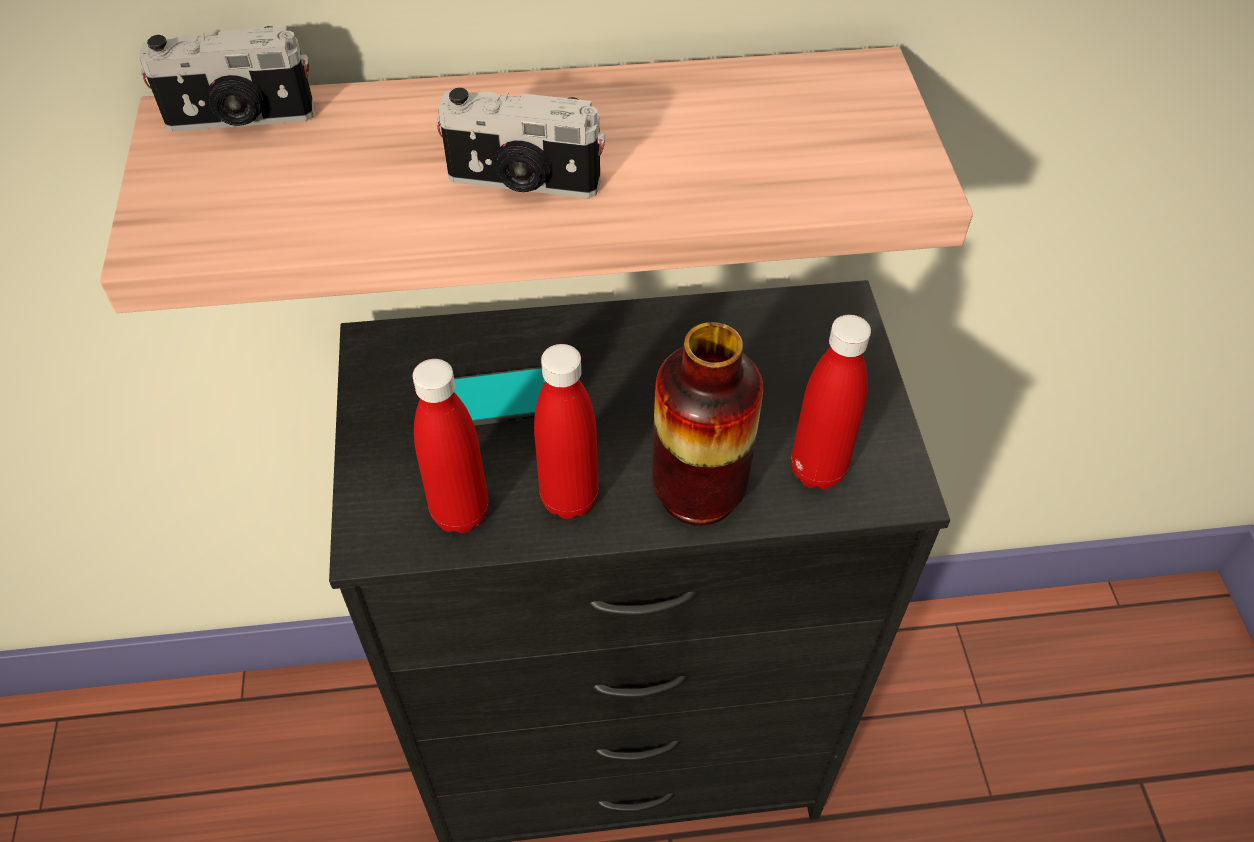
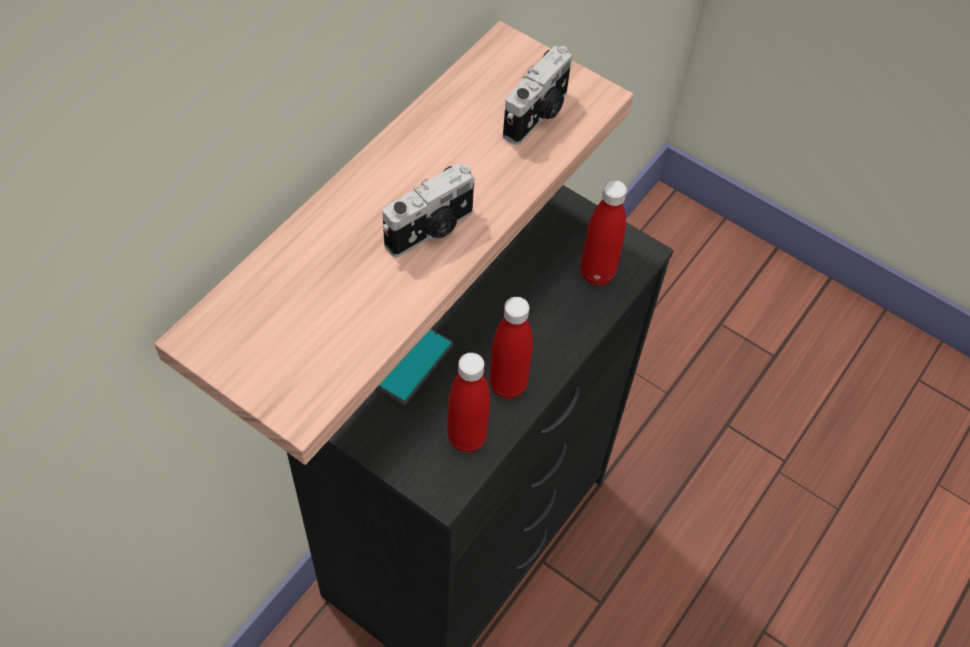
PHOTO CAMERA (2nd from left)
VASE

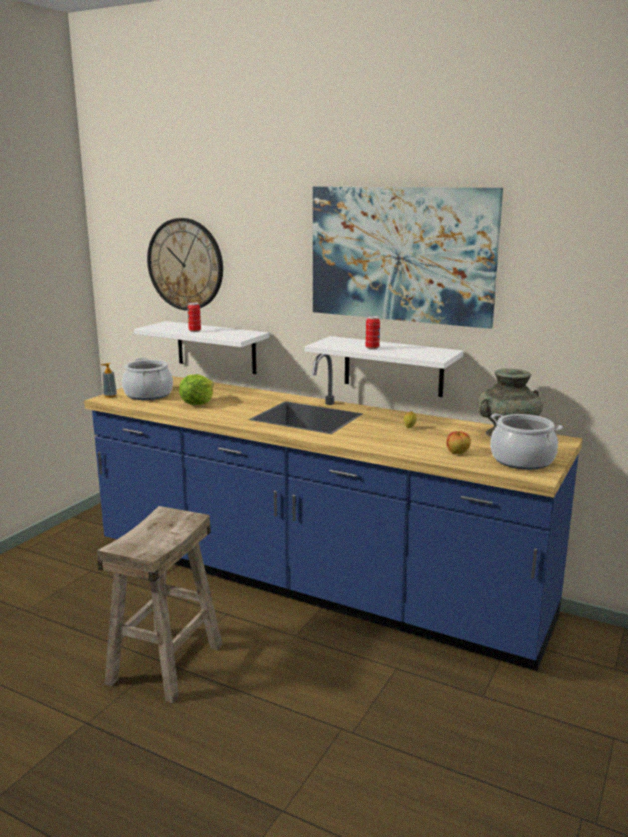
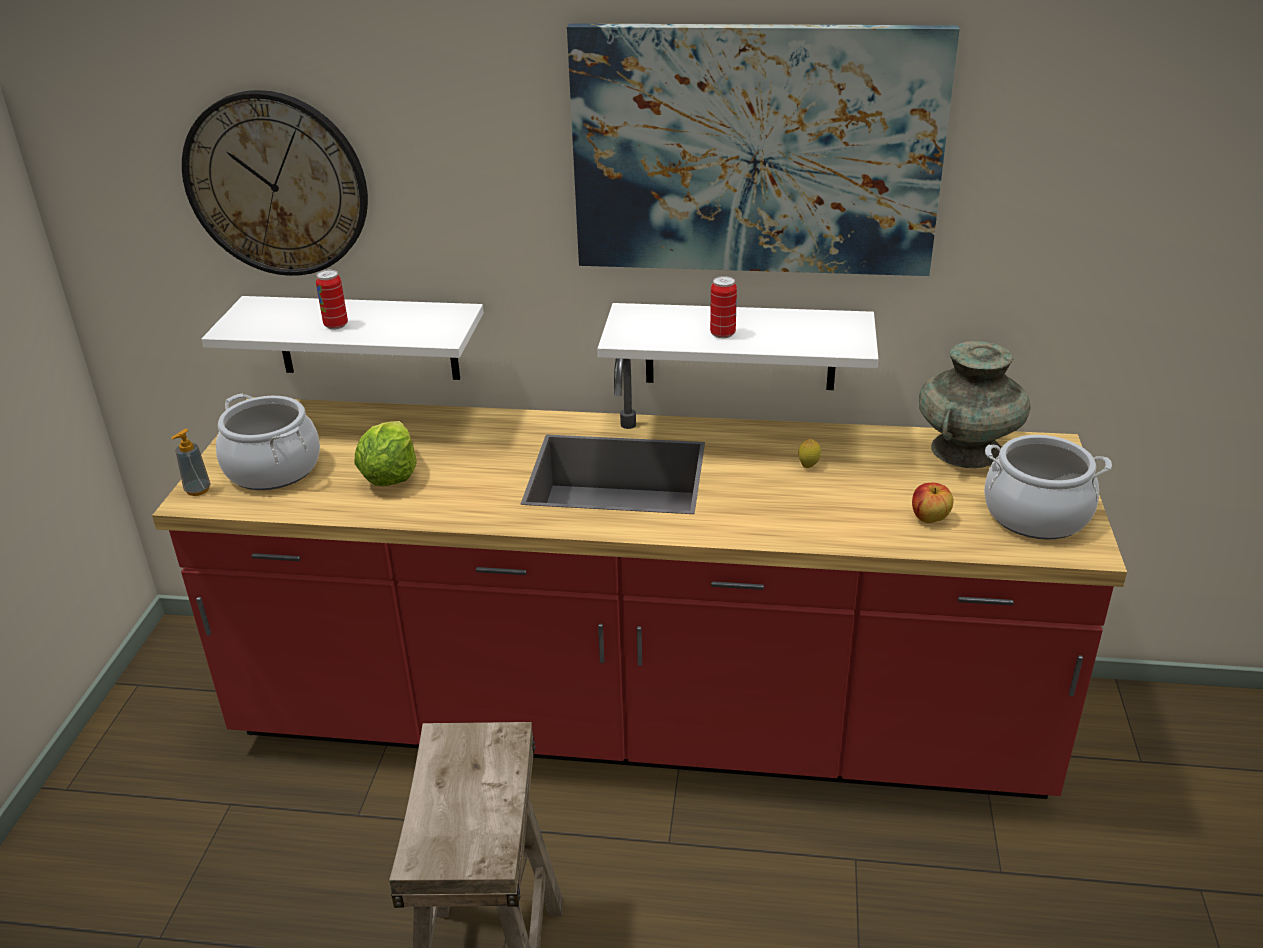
RED COUNTER

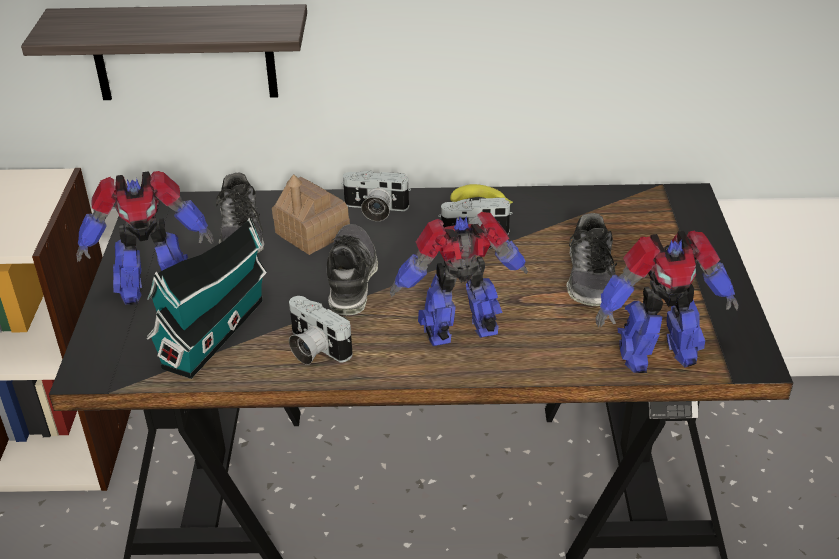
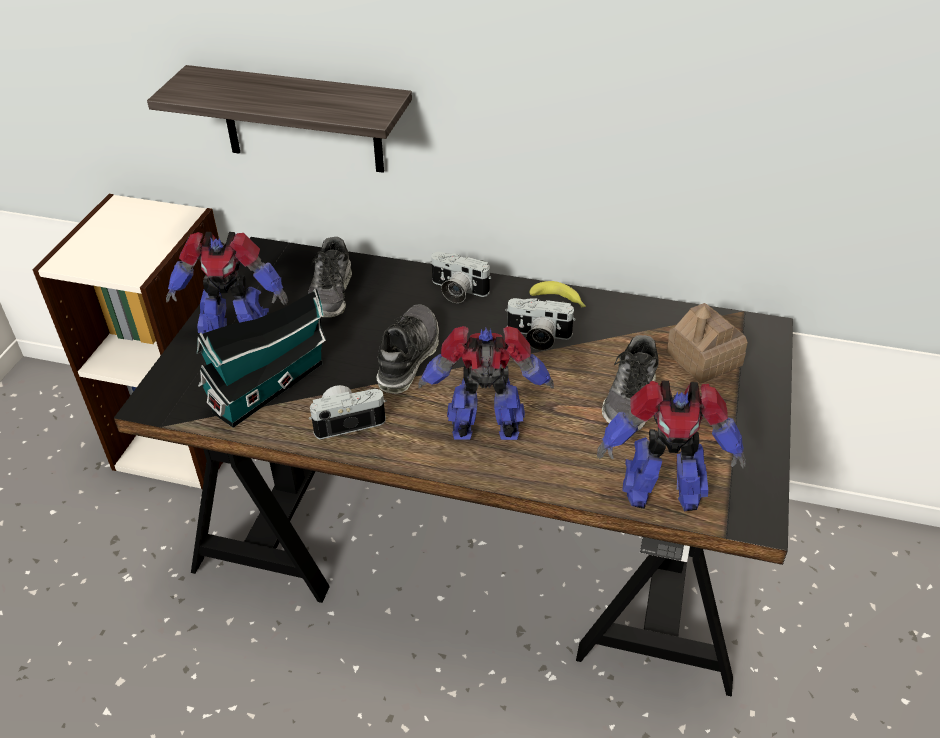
PHOTO CAMERA (1st from left)
MINIATURE HOUSE (2nd from left)

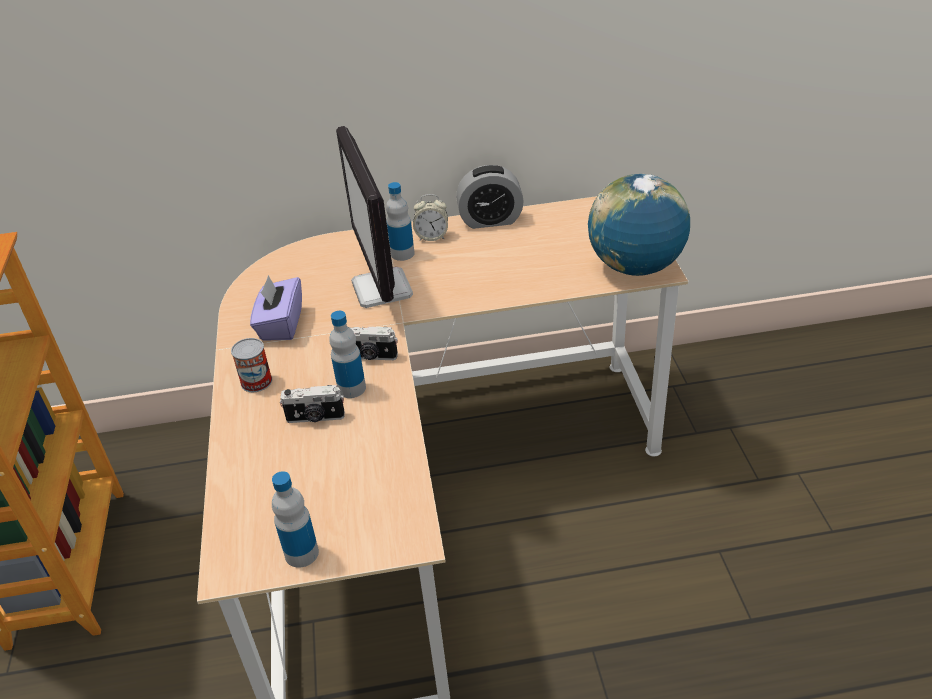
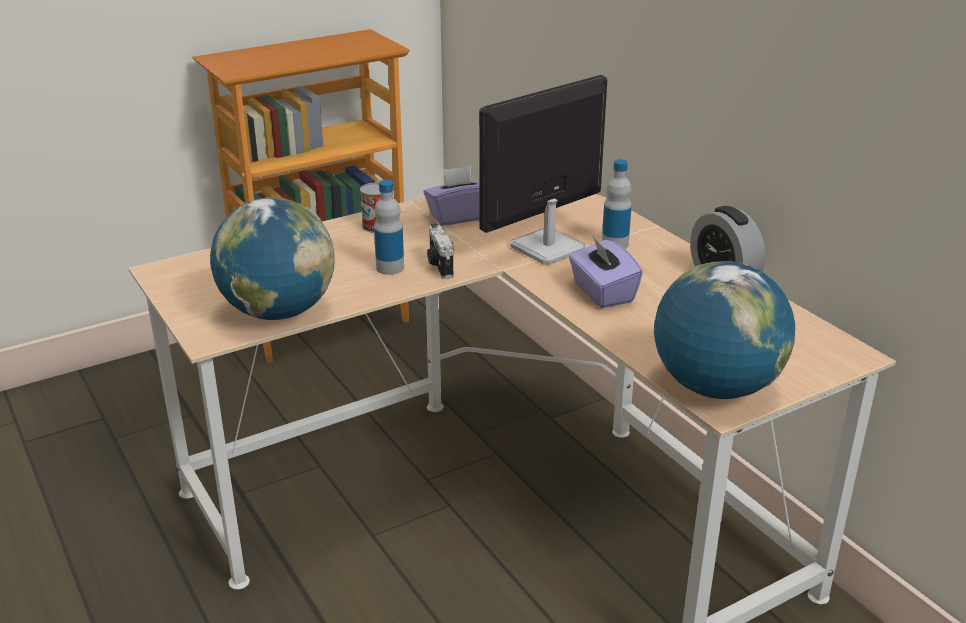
GLOBE (1st from left)
PURPLISH TISSUE HOLDER (2nd from left)
DRINK BOTTLE (1st from left in the first image)
PHOTO CAMERA (1st from left in the first image)
ALARM CLOCK (1st from left in the first image)

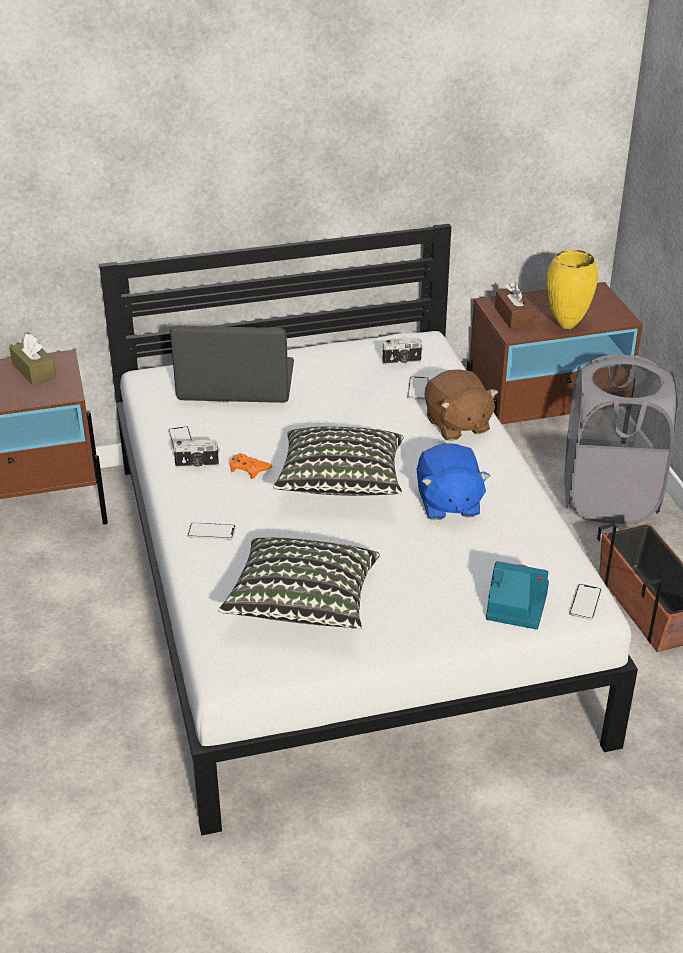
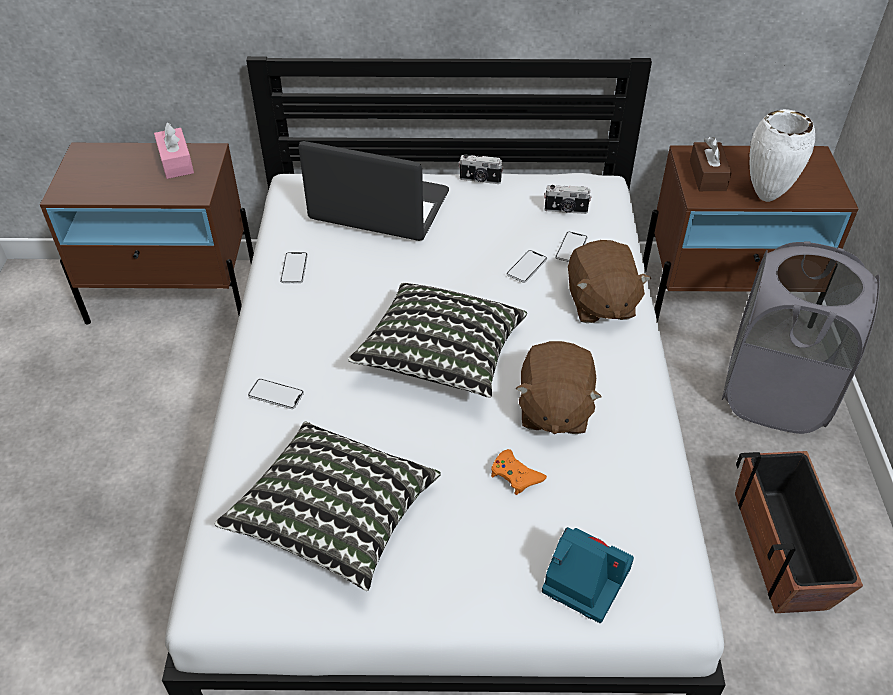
PINK TISSUE HOLDER
PHOTO CAMERA (1st from left)
ORANGEY GAMEPAD
TELEPHONE (3rd from left)
BROWN CUDDLY TOY (1st from left)
WHITISH VASE

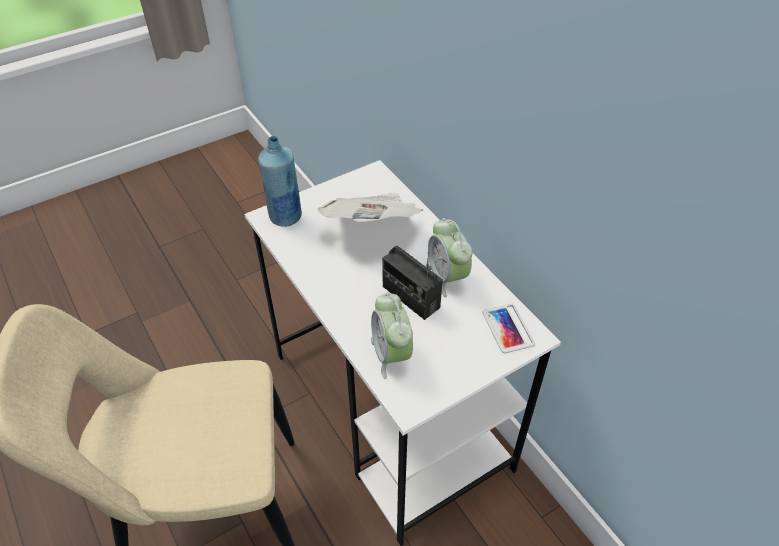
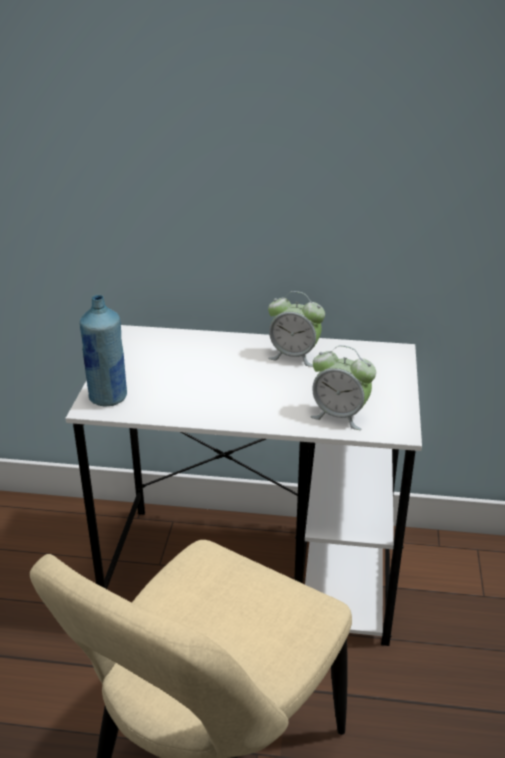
DAILY PAPER
RADIO RECEIVER
TELEPHONE

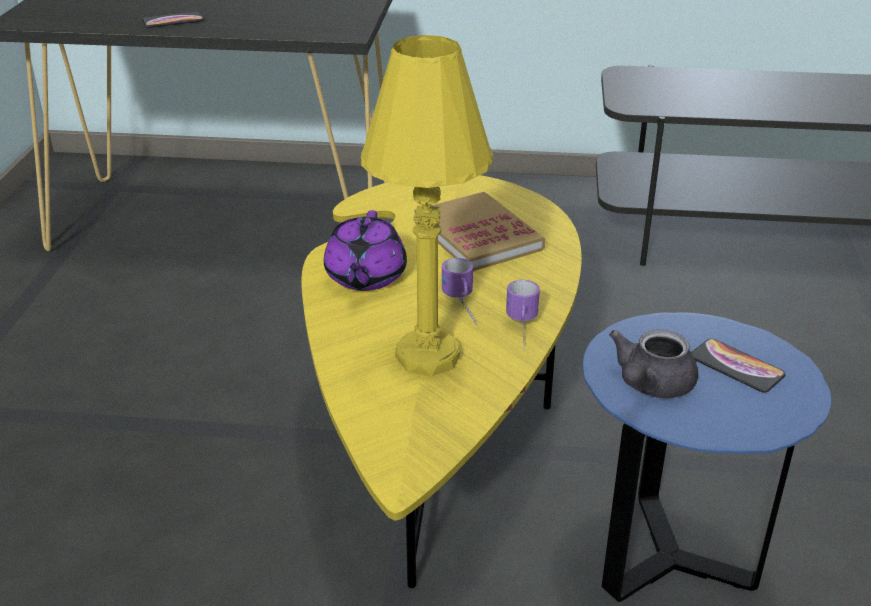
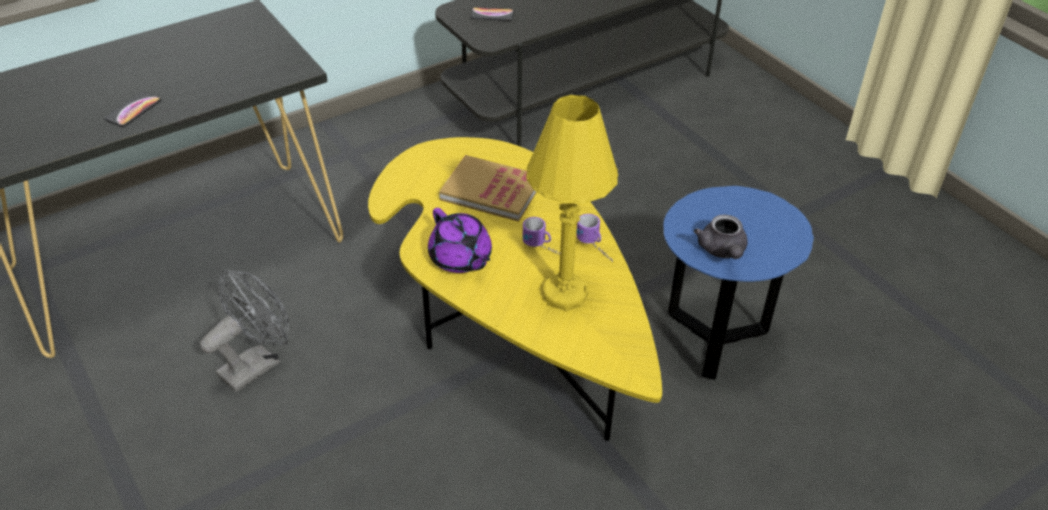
GREY ELECTRIC FAN
TELEPHONE (2nd from left)

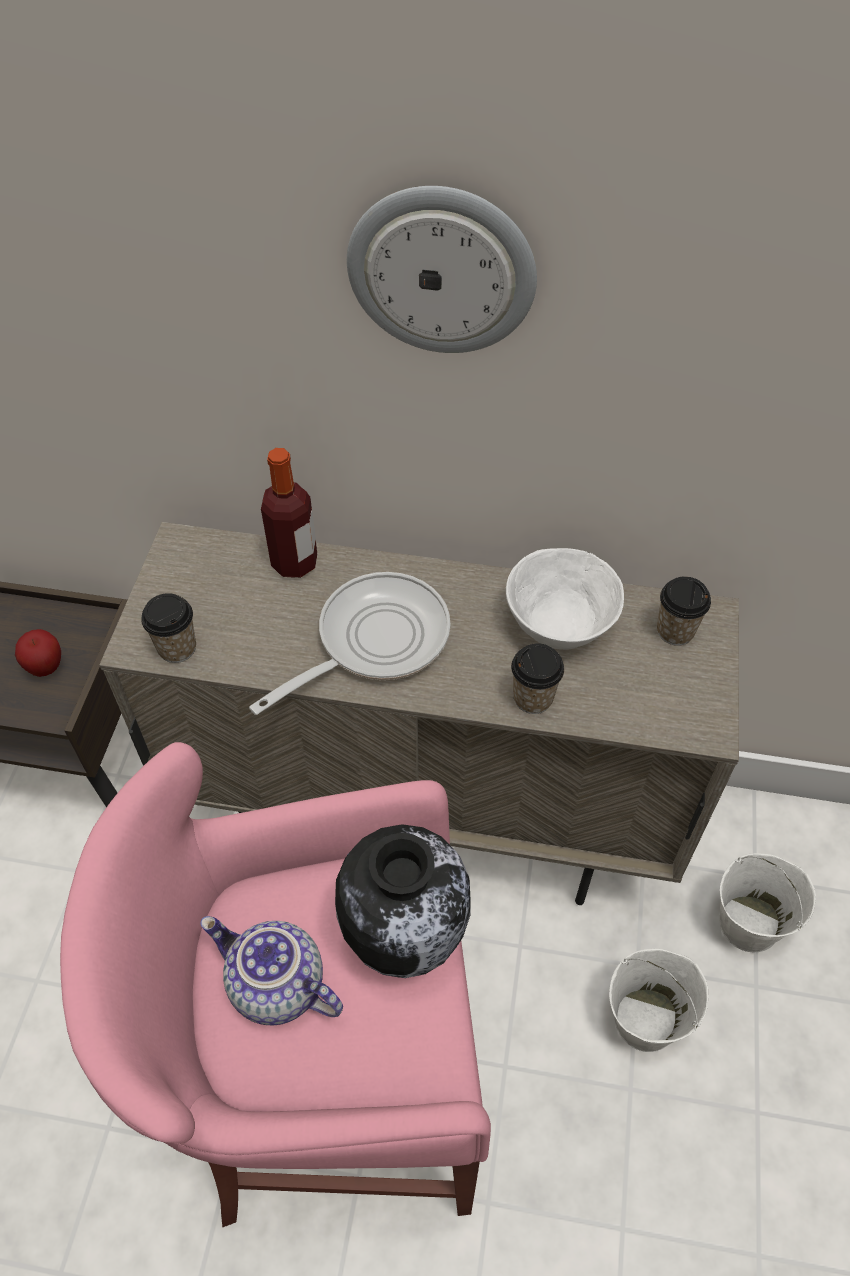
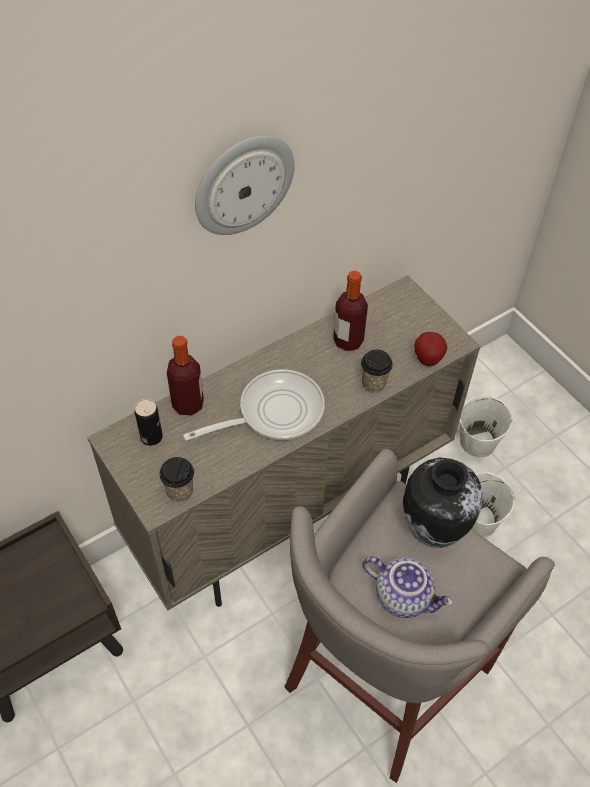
SEALED CAN
FRYING PAN
GREY SITTING STOOL
DRINK BOTTLE (2nd from left)
TEA POT
APPLE FRUIT
SMALL CUP (3rd from left in the first image)

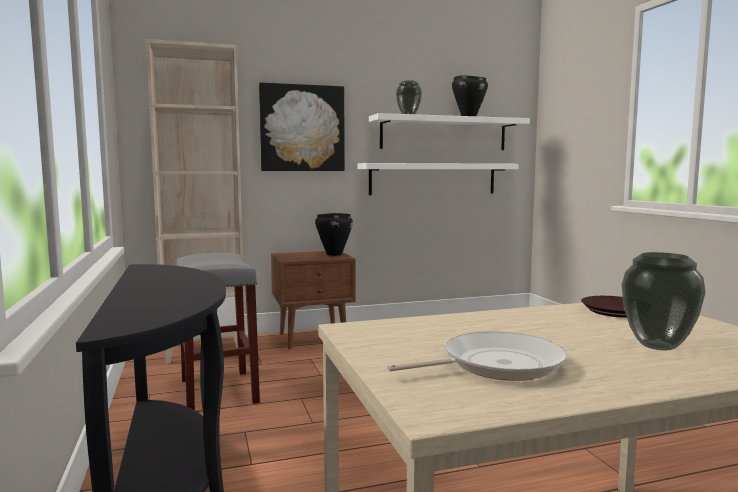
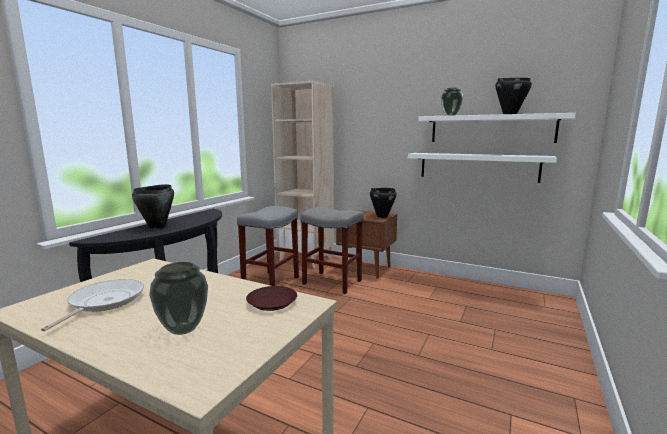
FRYING PAN
BLACKISH STOCKPOT (1st from left)
GREY SITTING STOOL (2nd from left)
PICTURE

